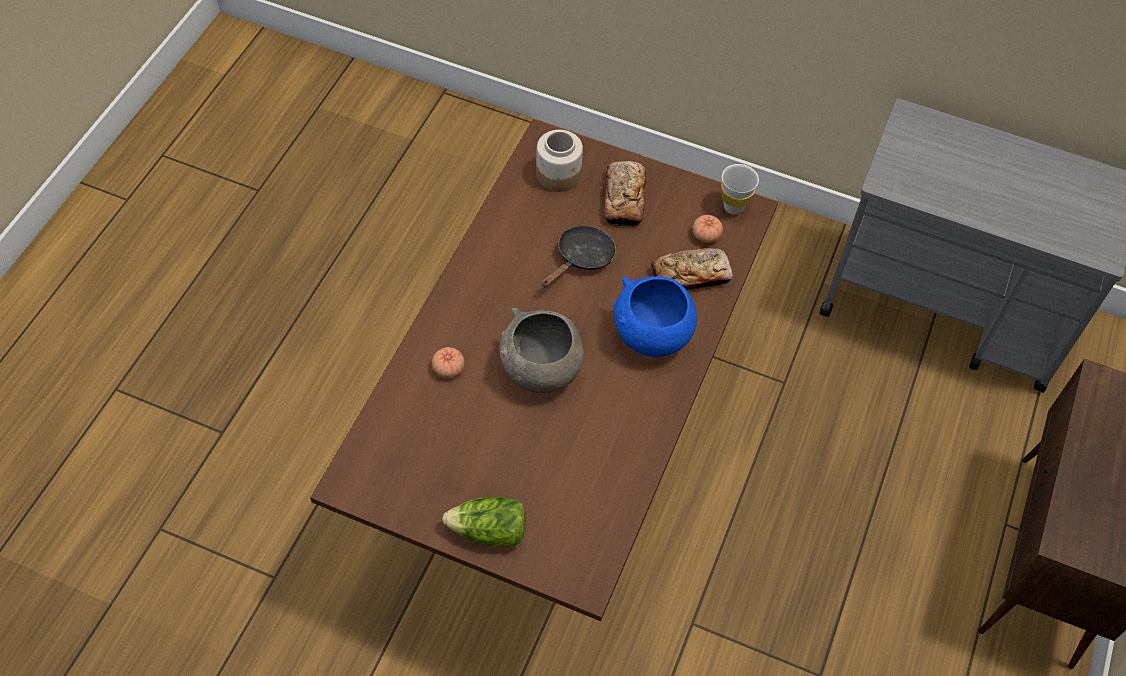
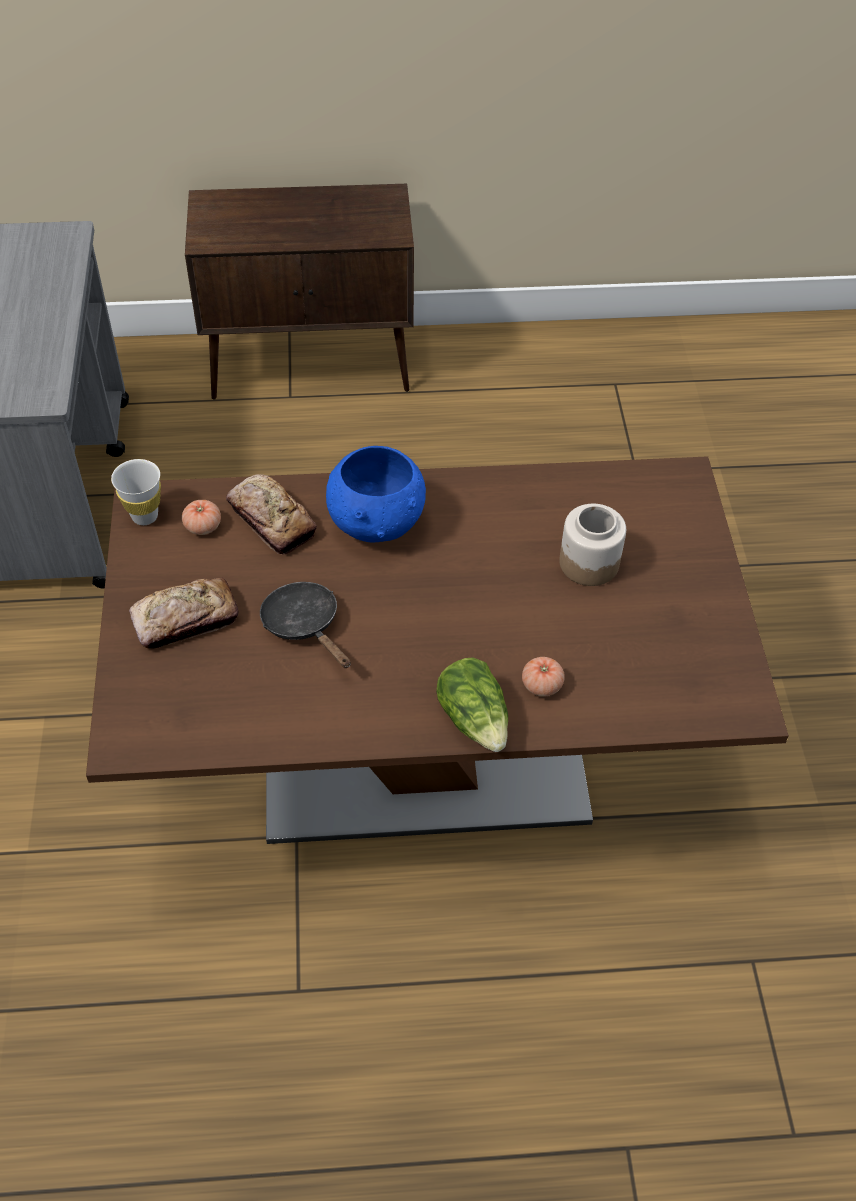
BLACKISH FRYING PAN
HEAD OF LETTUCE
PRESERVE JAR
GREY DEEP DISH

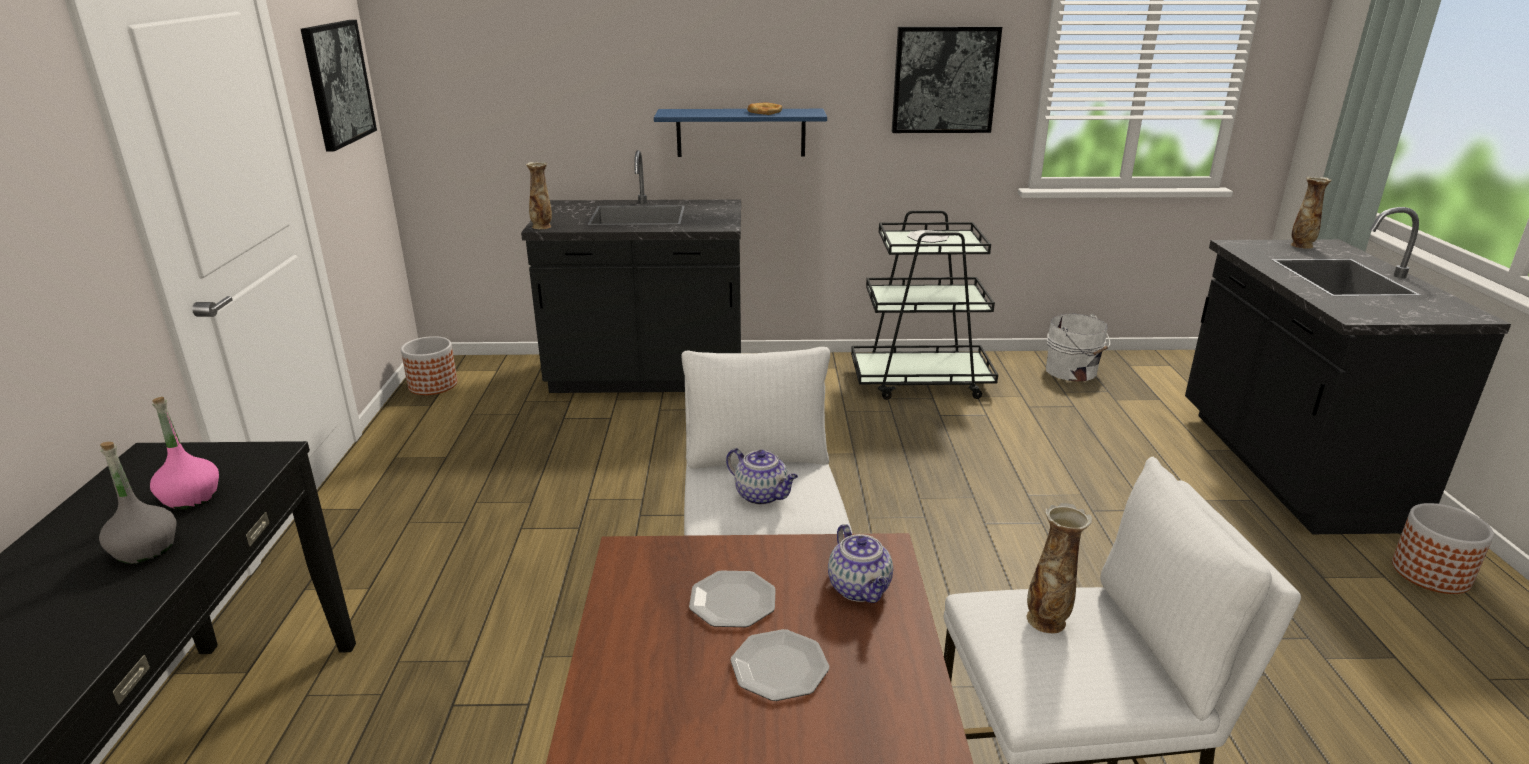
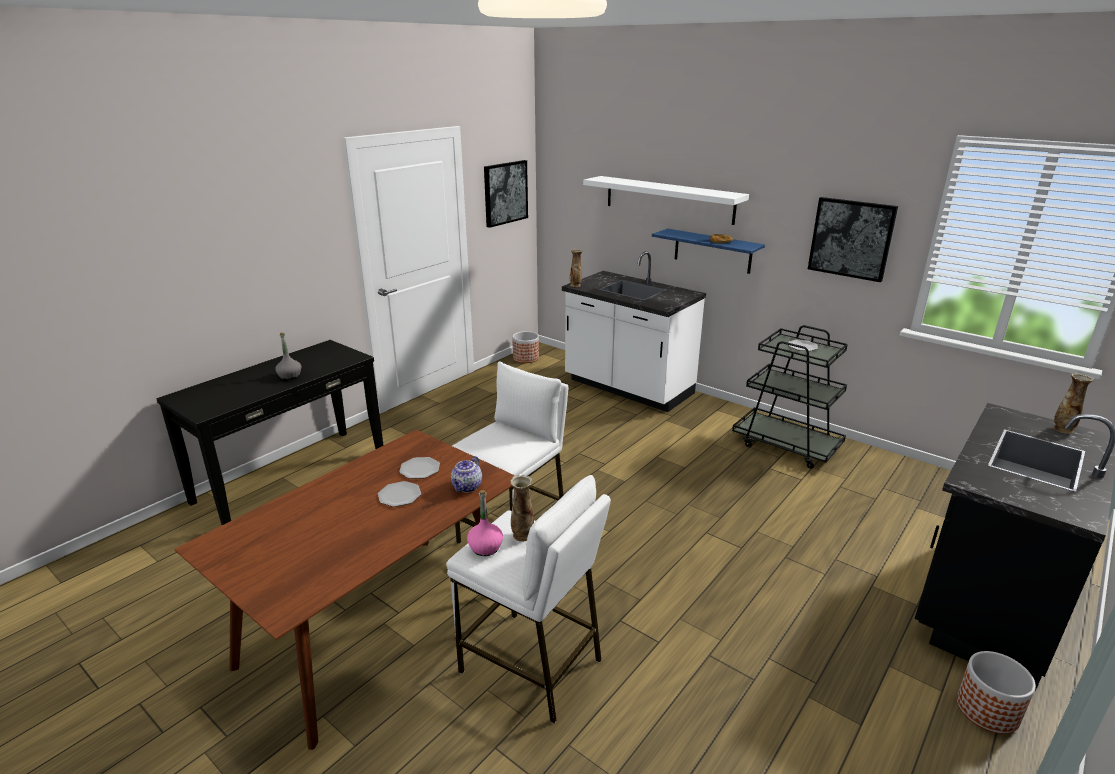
PINK DRINK BOTTLE
WHITISH COUNTER
WHITISH SHELF
TEA POT (1st from left in the first image)
WHITISH BUCKET

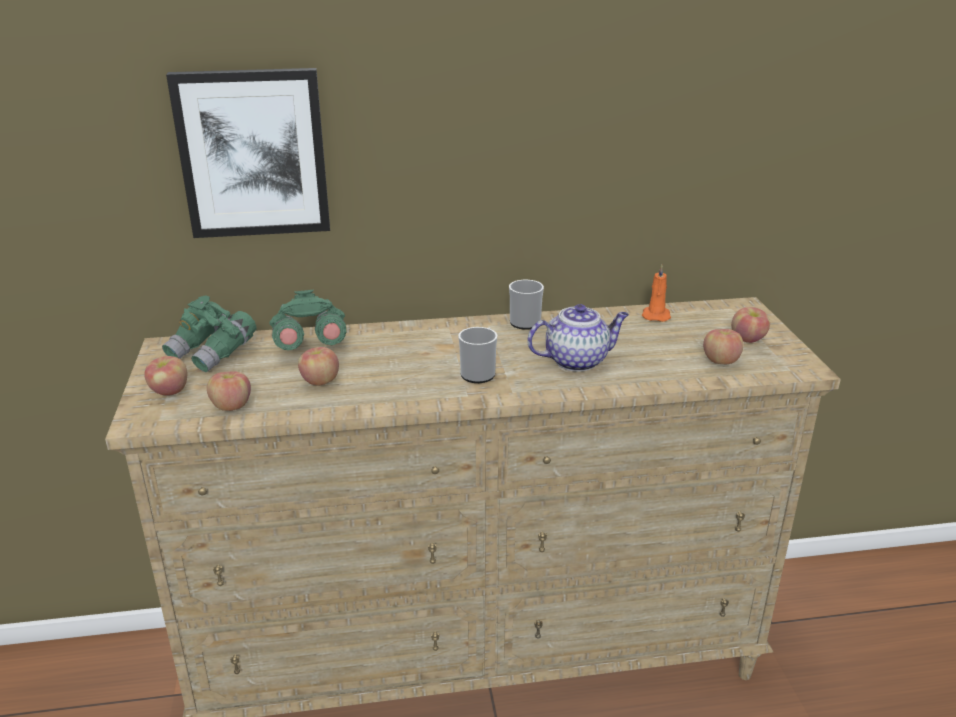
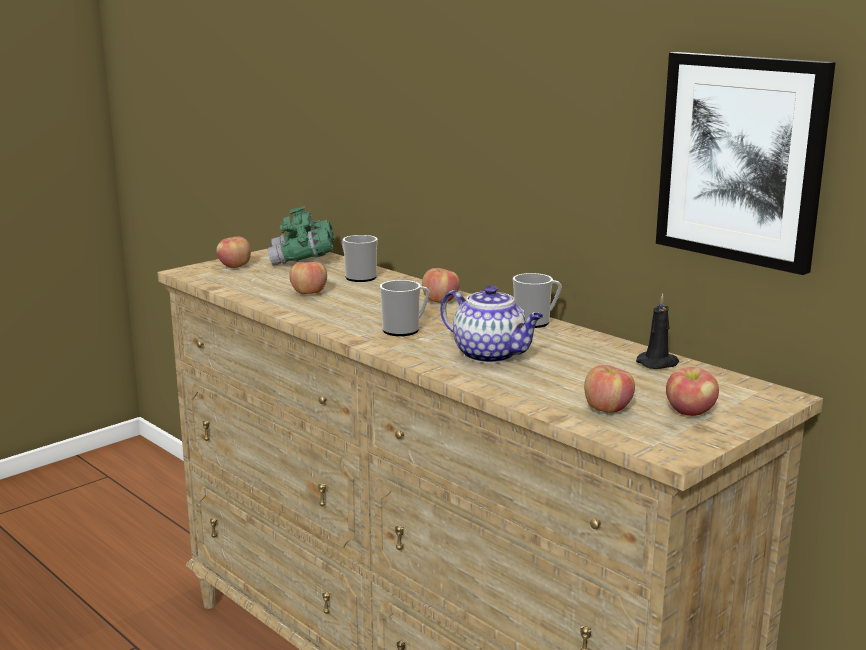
COFFEE MUG (1st from left)
APPLE FRUIT (3rd from left)
BLACKISH WAX CANDLE
PICTURE

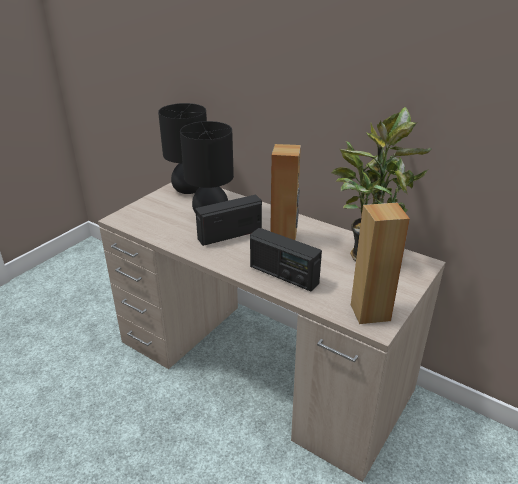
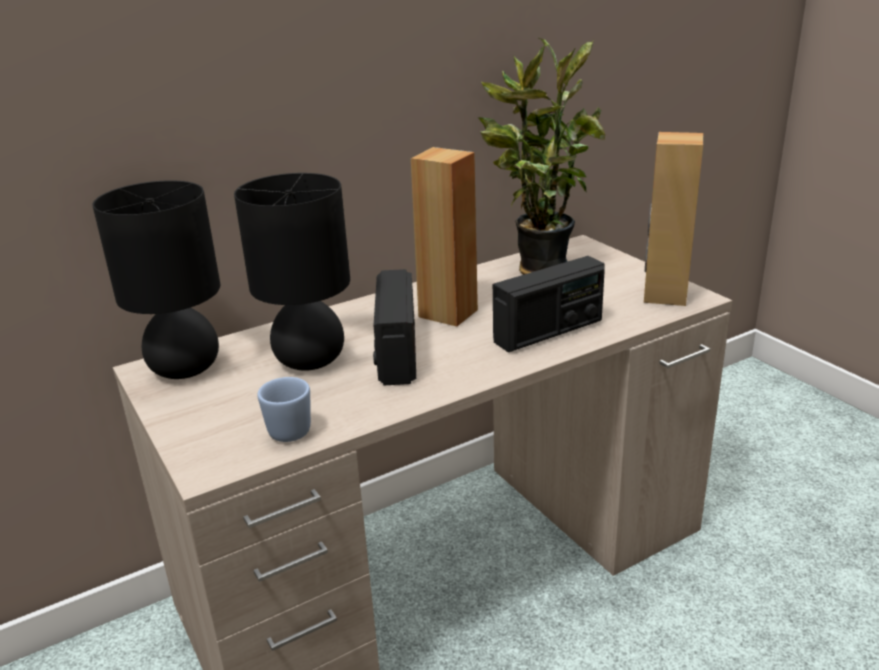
BLUE COFFEE MUG

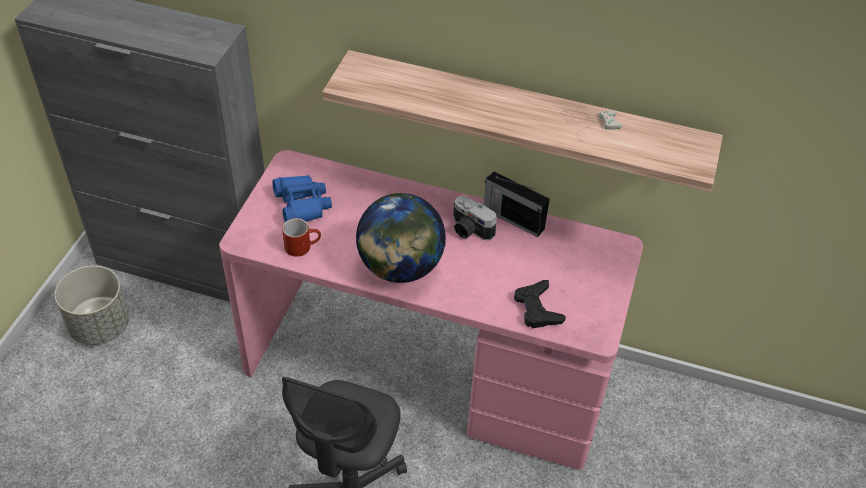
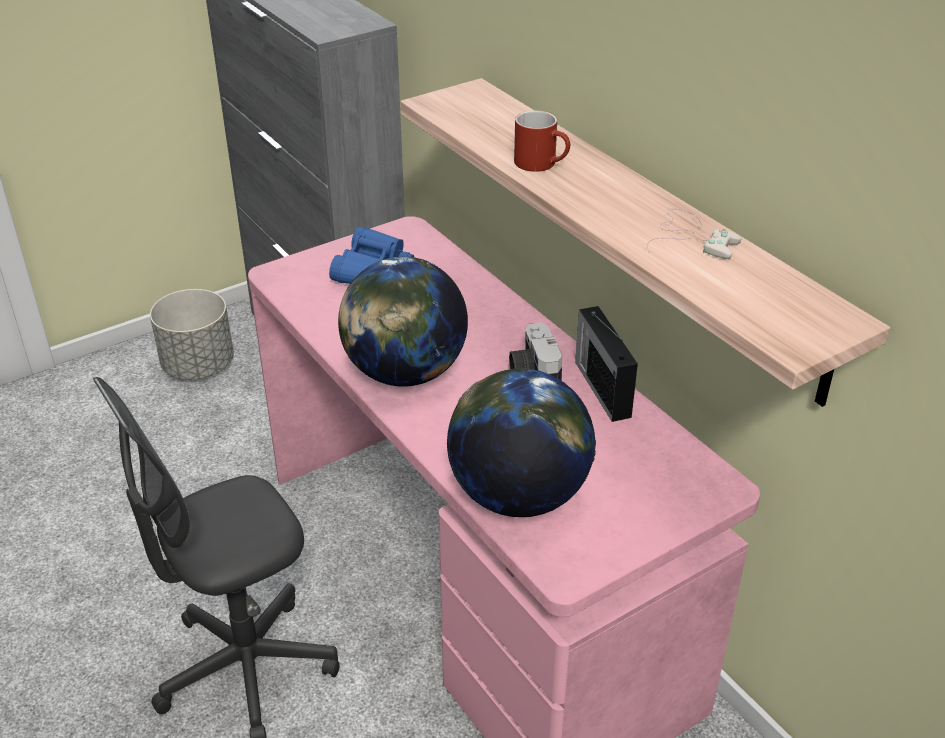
GLOBE (2nd from left)
RED COFFEE MUG

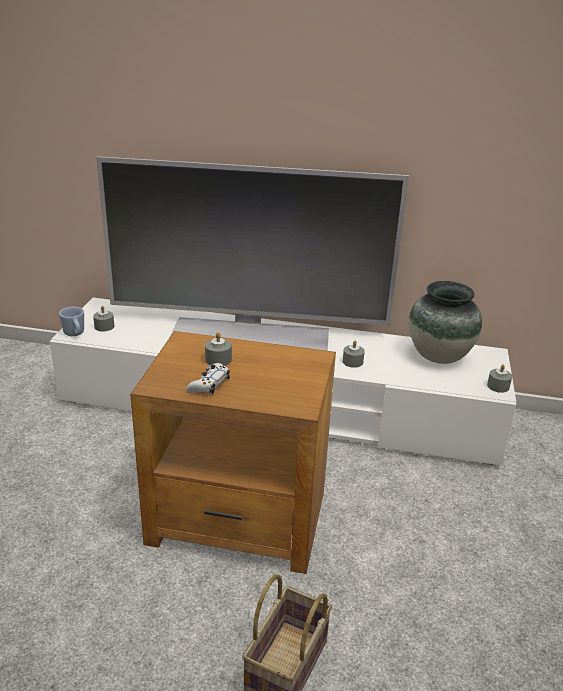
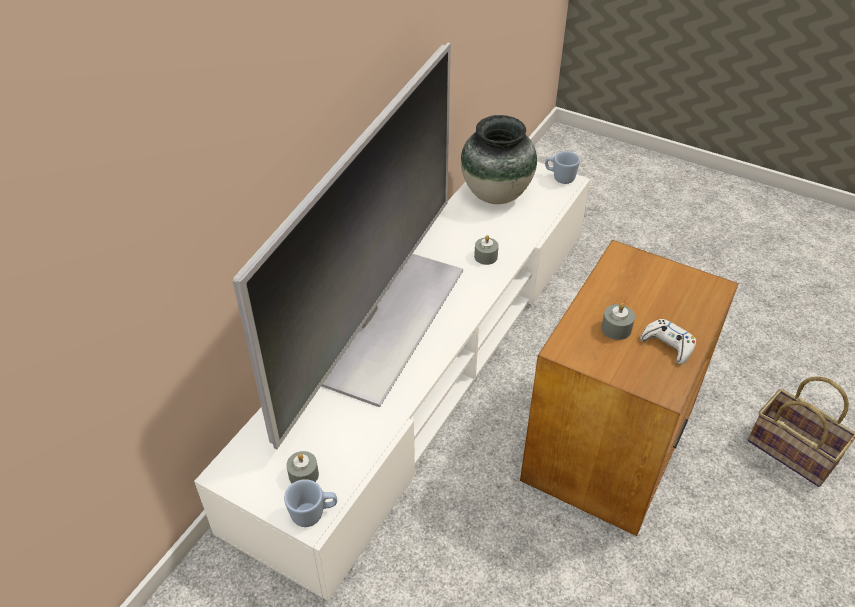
BLUE COFFEE MUG (2nd from left)

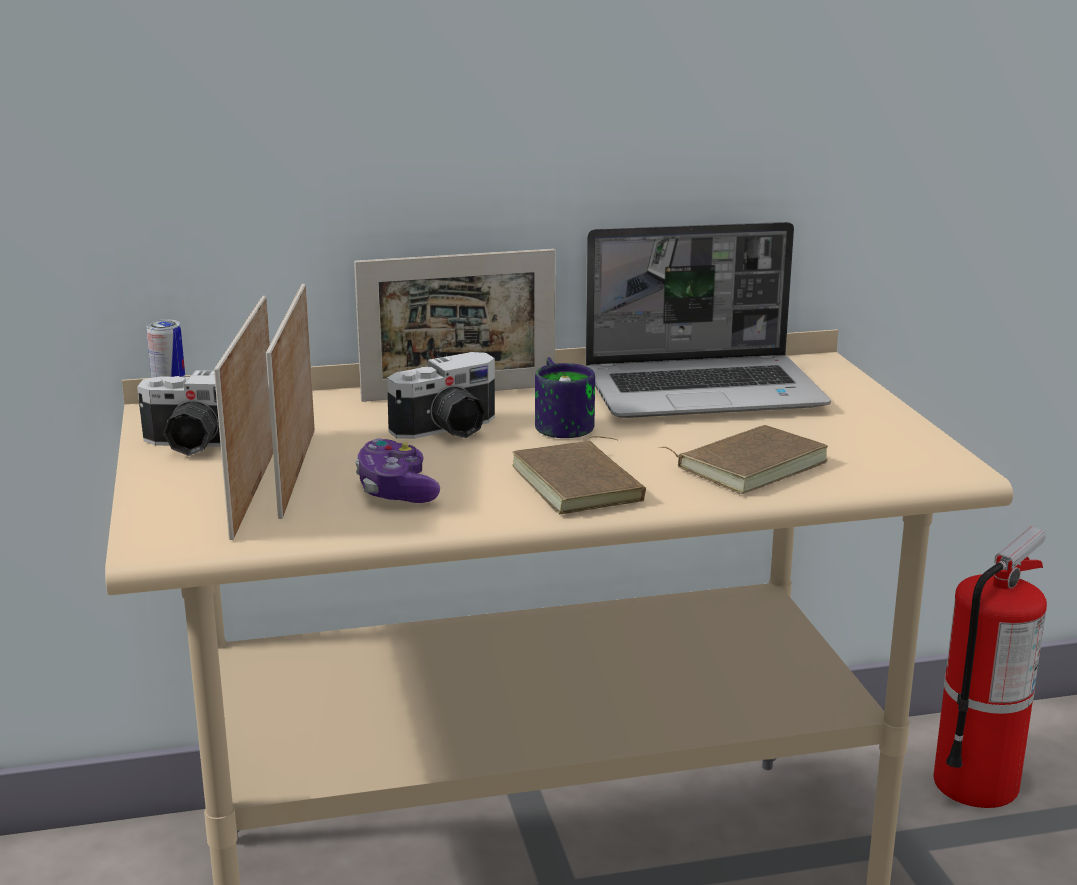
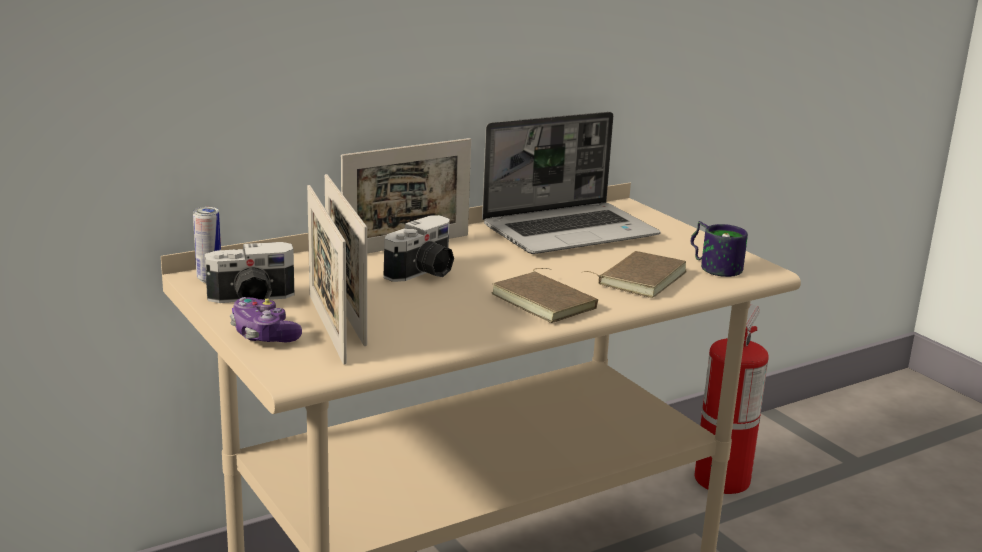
GAMEPAD
COFFEE MUG

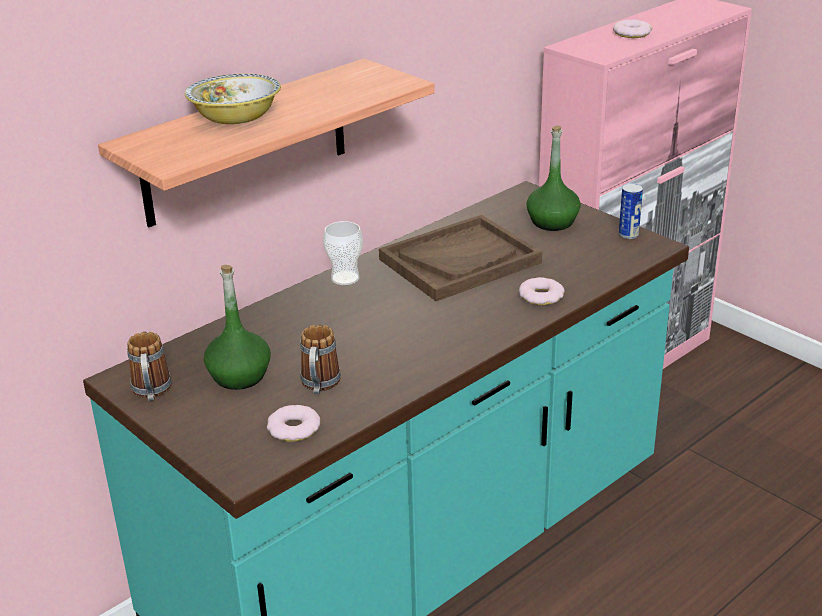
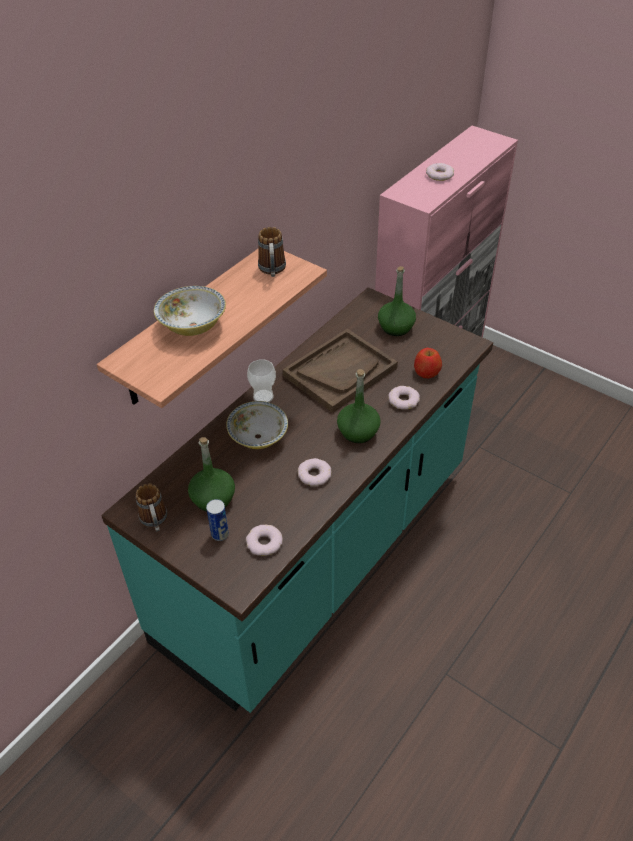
SEALED CAN
DEEP DISH (2nd from left)
COFFEE MUG (2nd from left)
RING DOUGHNUT (2nd from left)
GREENISH DRINK BOTTLE (2nd from left)
APPLE FRUIT

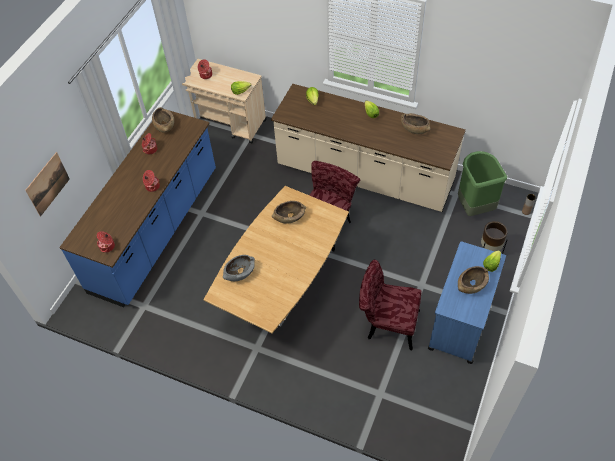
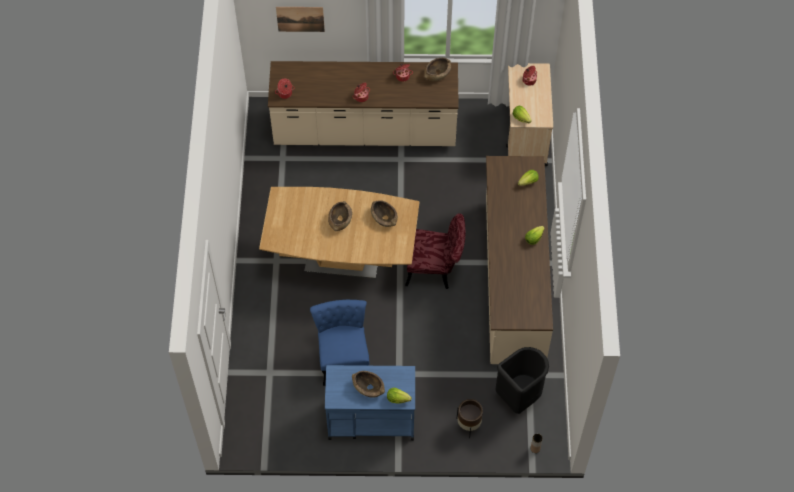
BEIGE COUNTER (1st from left)
BLUE PLAIN CHAIR
BROWN DEEP DISH (1st from left)
BLACKISH RUBBISH BIN
GREY DEEP DISH

